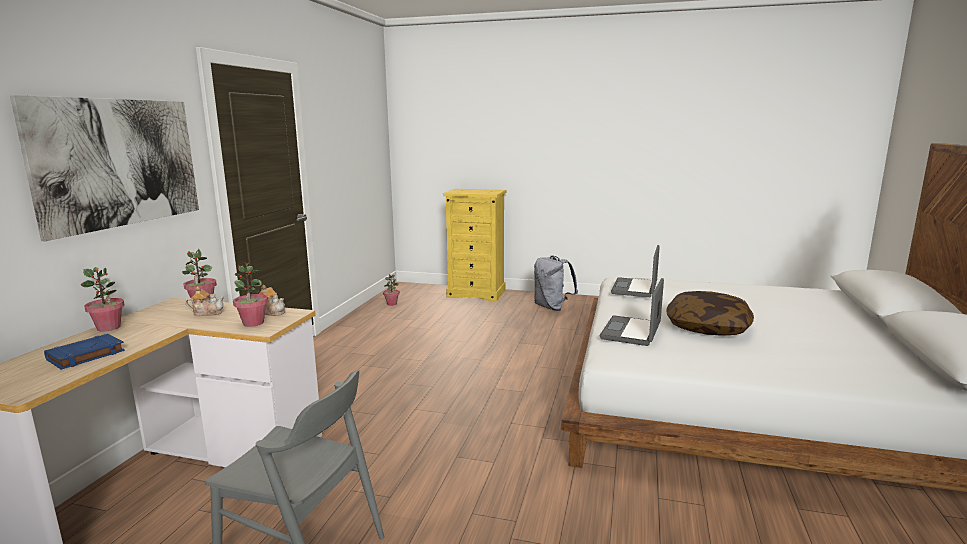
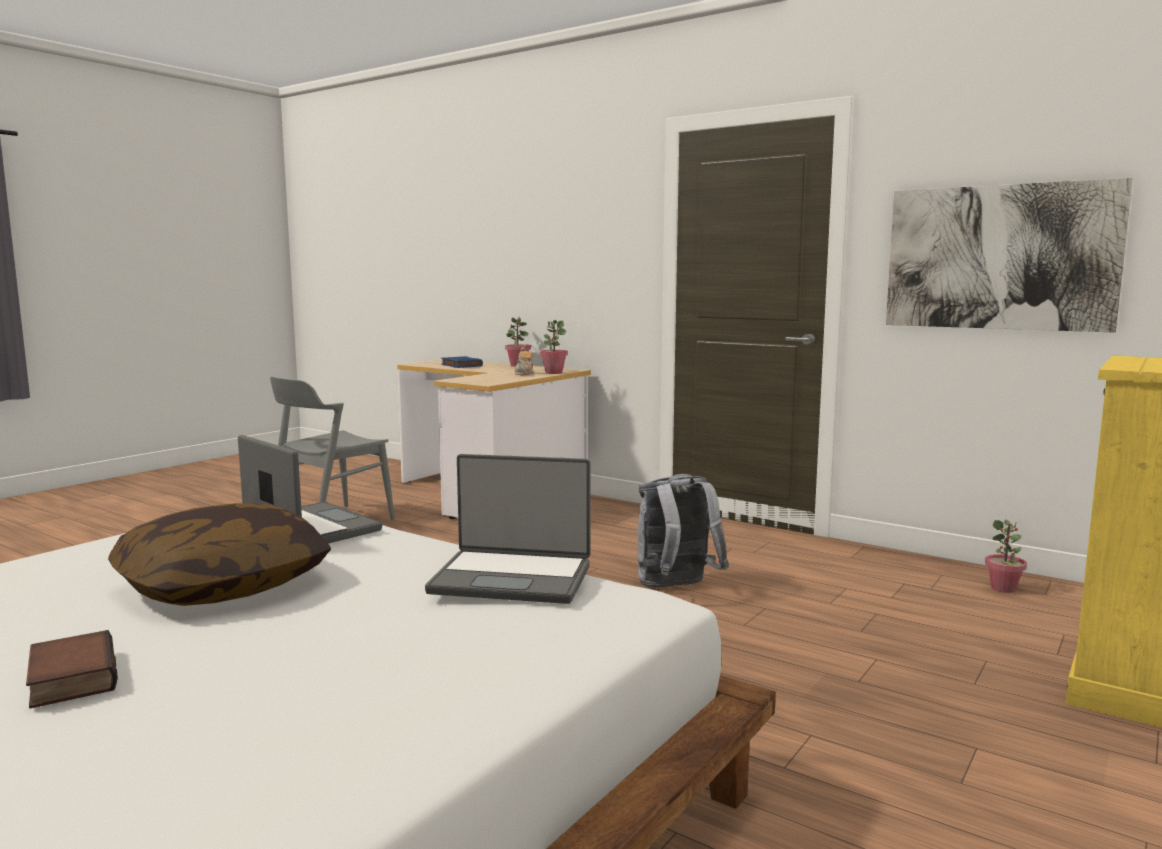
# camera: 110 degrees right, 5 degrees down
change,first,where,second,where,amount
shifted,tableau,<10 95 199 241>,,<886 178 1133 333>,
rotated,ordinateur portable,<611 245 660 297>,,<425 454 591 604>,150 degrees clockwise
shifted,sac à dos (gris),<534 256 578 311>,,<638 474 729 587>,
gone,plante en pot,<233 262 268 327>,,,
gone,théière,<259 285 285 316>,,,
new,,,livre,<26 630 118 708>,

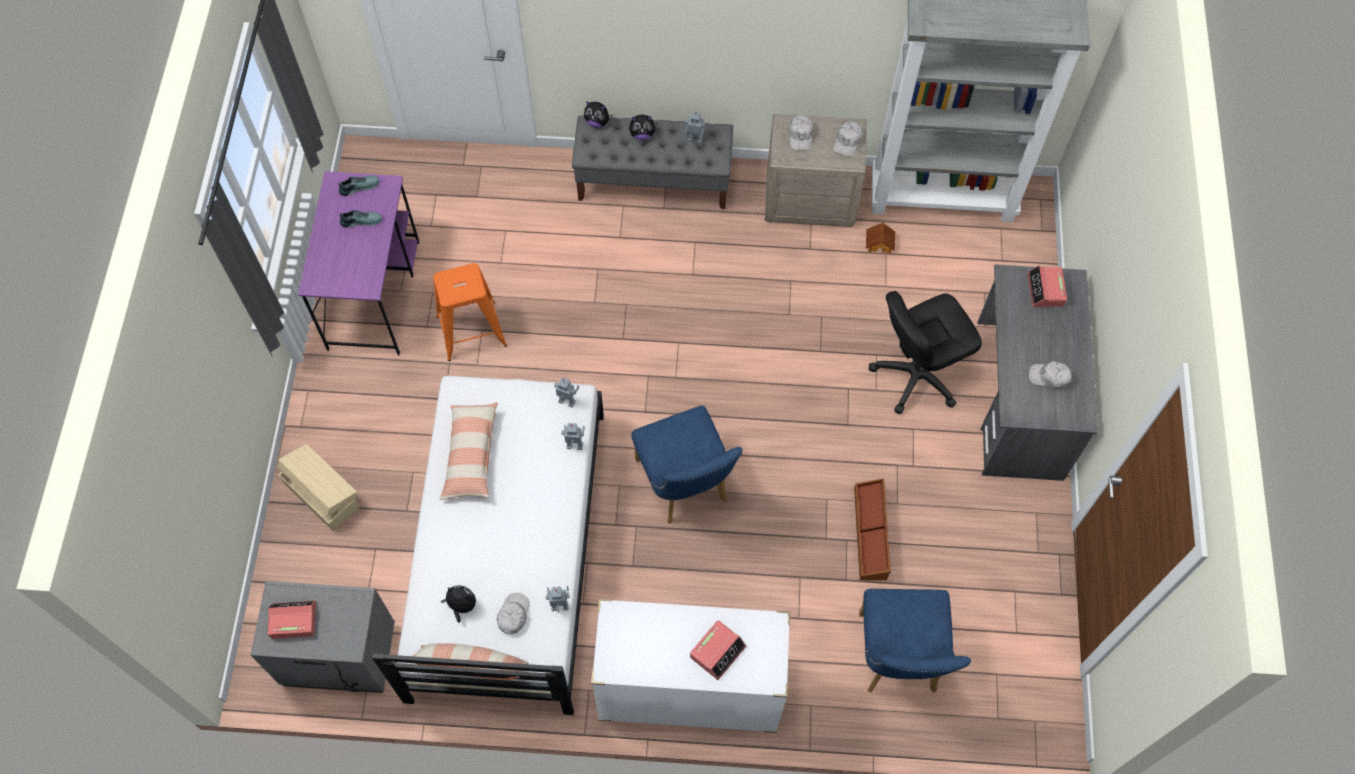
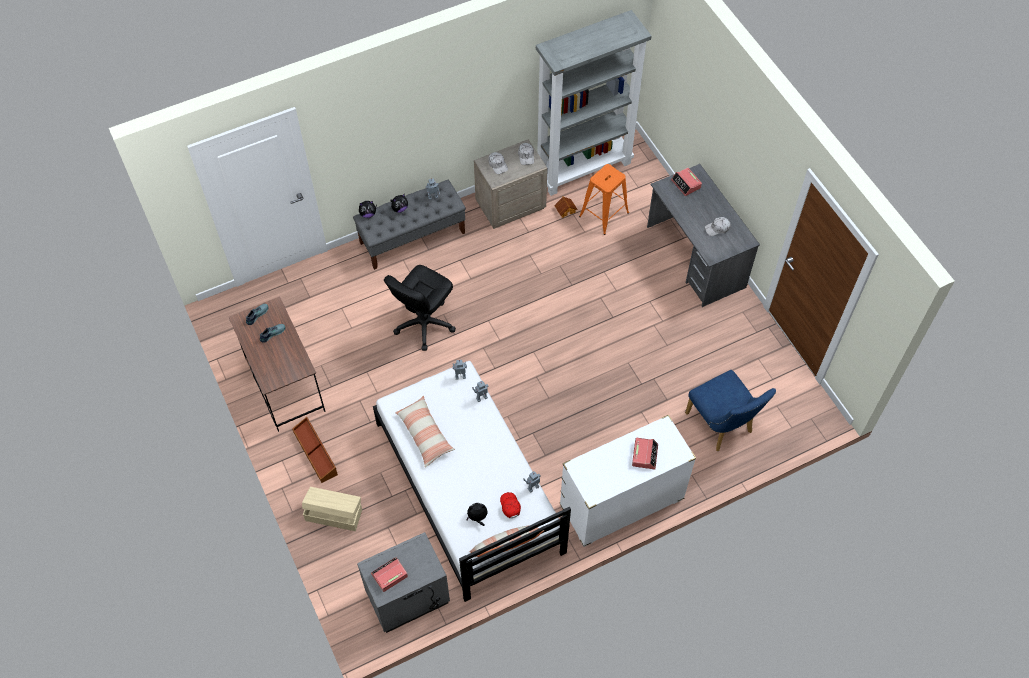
# camera: 30 degrees left, 5 degrees down
change,first,where,second,where,amount
repainted,bureau (violet),<298 171 419 355>,bureau (marron),<229 296 326 432>,
shifted,tabouret (orange),<433 263 507 361>,,<579 164 629 235>,
shifted,chaise de bureau (noir),<869 291 982 414>,,<384 265 456 351>,
gone,chaise (bleu),<631 406 742 523>,,,
shifted,boîte de rangement (marron),<854 478 891 580>,,<292 417 338 483>,
repainted,casquette (blanc),<497 593 530 634>,casquette (rouge),<500 492 521 518>,

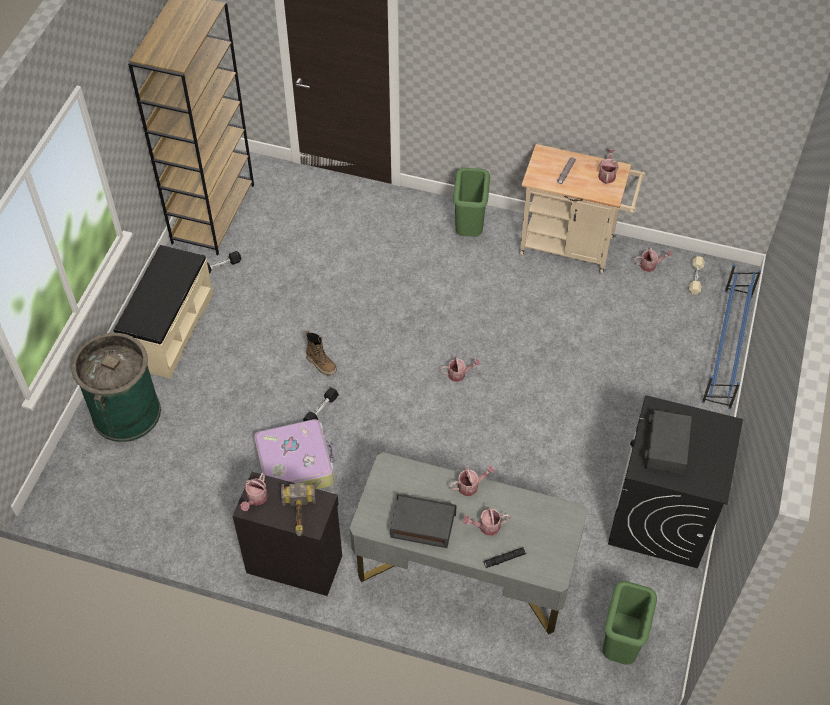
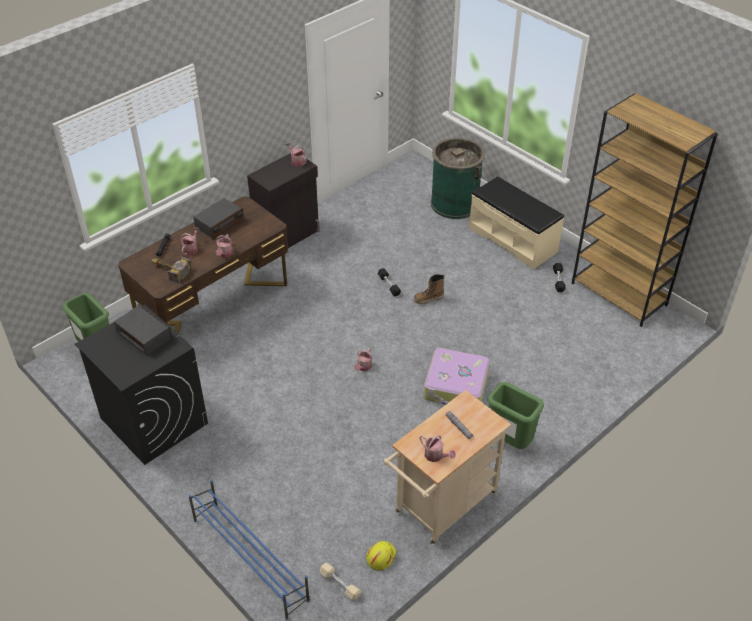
# camera: 120 degrees right, 10 degrees down
change,first,where,second,where,amount
swapped,arrosoir,<634 247 672 272>,casque de chantier (jaune),<366 541 397 571>,
shifted,valise,<254 419 335 489>,,<424 348 490 405>,
repainted,bureau (gris),<349 452 588 635>,bureau (marron),<118 196 288 334>,
shifted,marteau,<281 482 316 536>,,<151 257 193 283>,

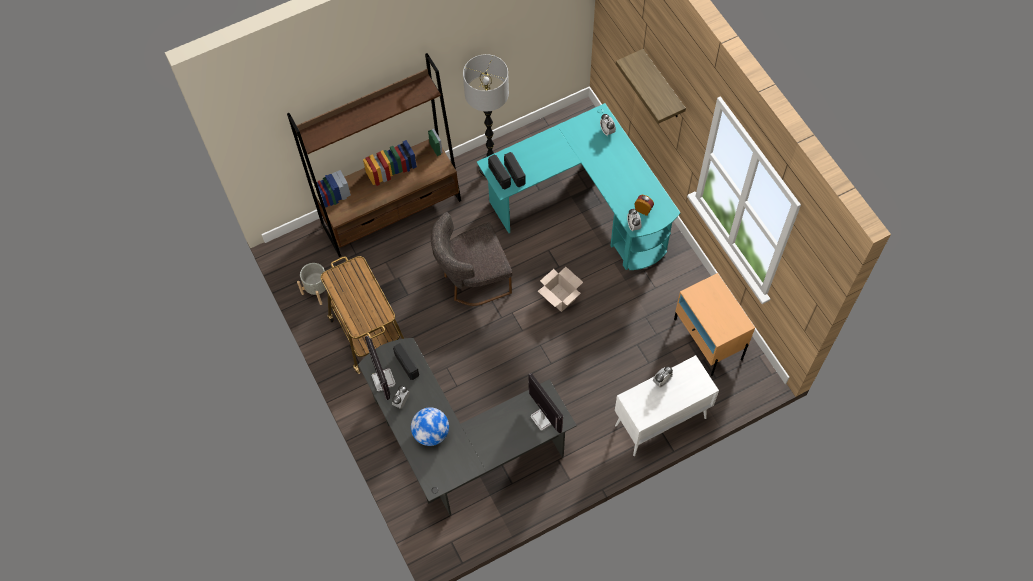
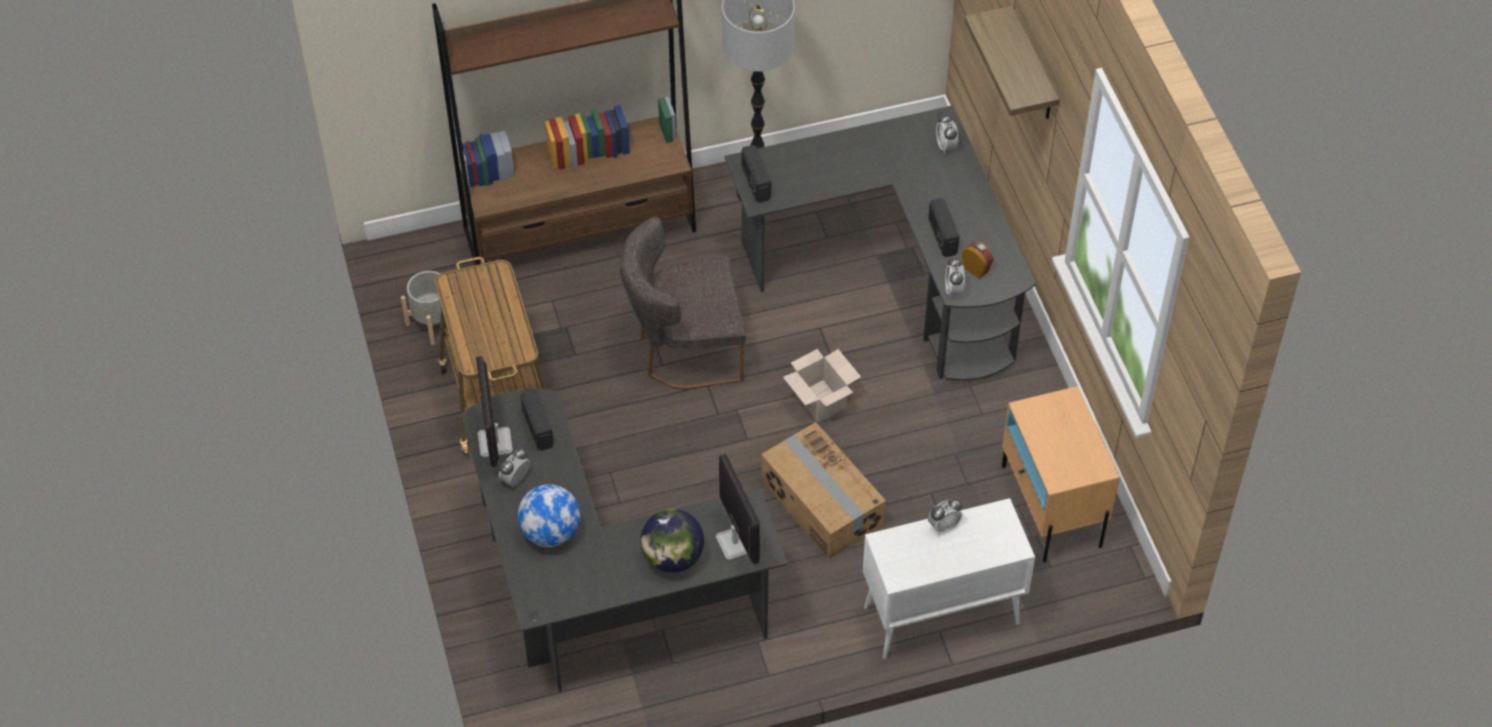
# camera: 10 degrees right, 10 degrees down
change,first,where,second,where,amount
repainted,bureau (turquoise),<477 103 681 270>,bureau (noir),<725 105 1036 381>,
shifted,radio,<504 152 526 187>,,<928 198 959 257>,
new,,,carton,<761 422 886 559>,
new,,,globe,<640 509 704 573>,

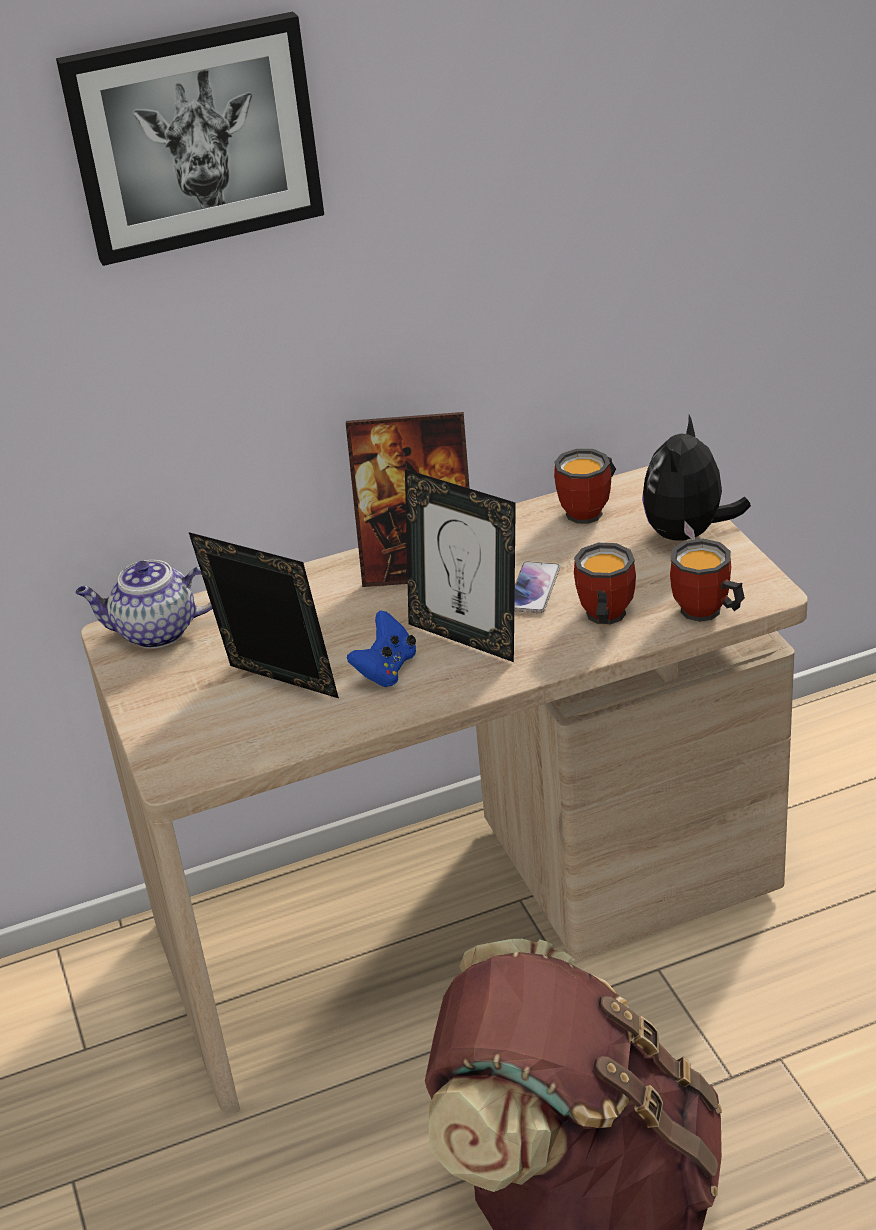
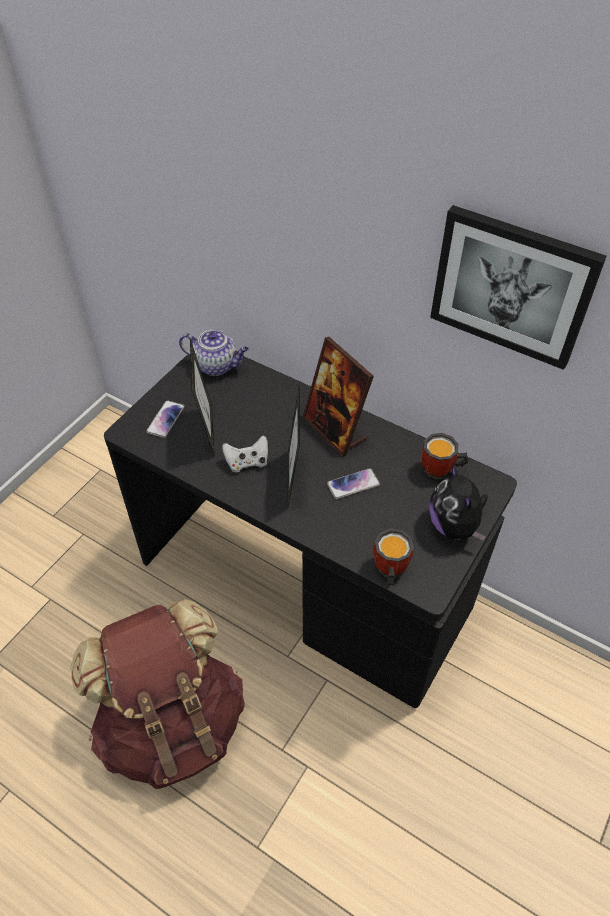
# camera: 50 degrees right, 15 degrees up
change,first,where,second,where,amount
shifted,tableau,<56 12 324 266>,,<430 205 606 370>,
rotated,peluche,<642 415 751 541>,,<429 464 488 541>,90 degrees counterclockwise
repainted,bureau (beige),<81 466 808 1114>,bureau (noir),<104 354 517 708>,
gone,mug,<574 543 636 625>,,,
rotated,théière,<75 560 212 649>,,<179 330 249 376>,150 degrees clockwise
repainted,manette (bleu),<347 610 416 687>,manette (blanc),<222 435 268 472>,
new,,,téléphone,<146 400 185 438>,

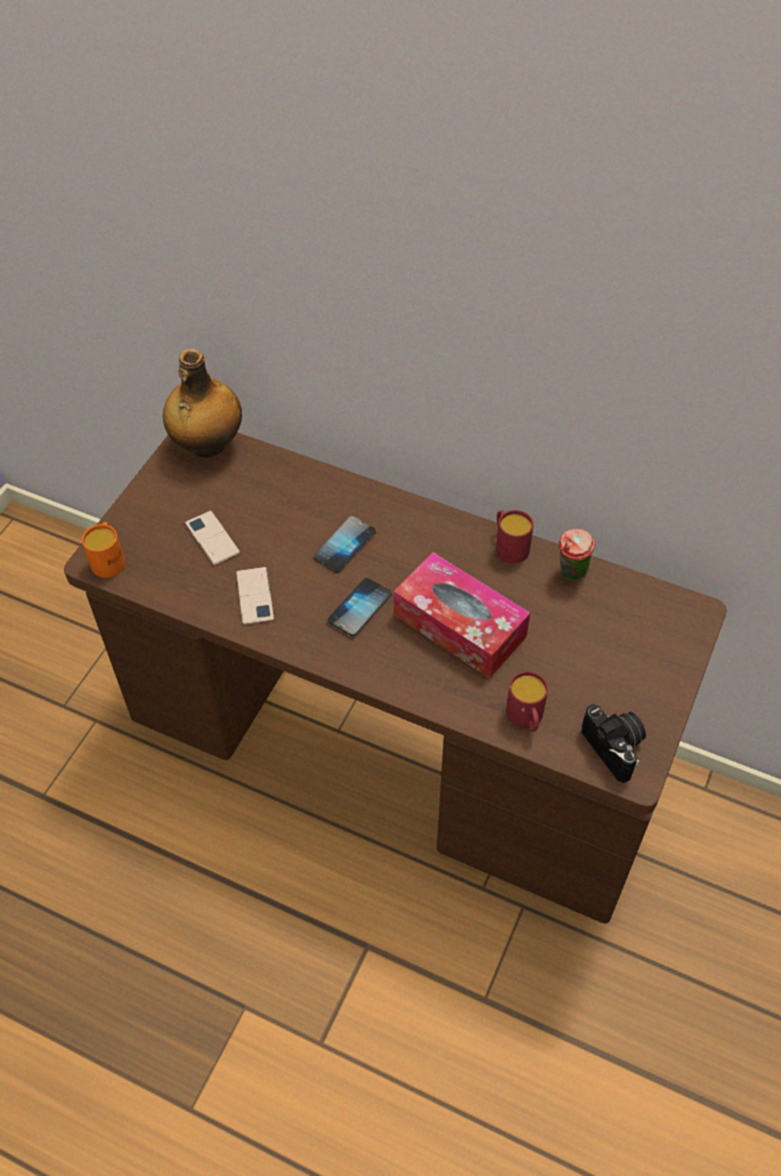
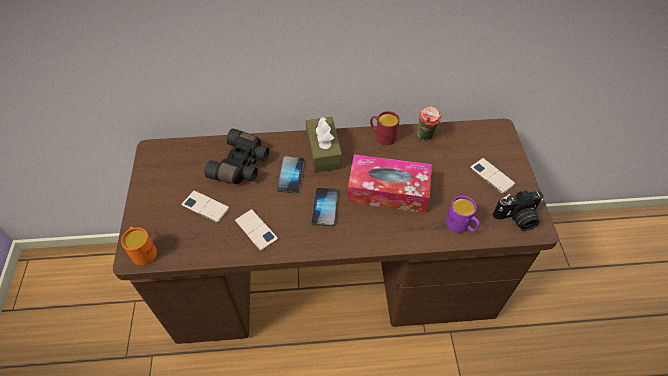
# camera: 30 degrees left, 0 degrees up
change,first,where,second,where,amount
gone,bouteille,<163 349 242 458>,,,
repainted,mug (rouge),<506 671 548 732>,mug (violet),<446 196 480 233>,
rotated,appareil photo,<582 704 646 783>,,<493 190 544 231>,135 degrees clockwise
new,,,boîte à mouchoirs (marron),<306 116 342 173>,
new,,,jumelles (noir),<205 128 269 184>,
new,,,téléphone,<470 158 516 194>,

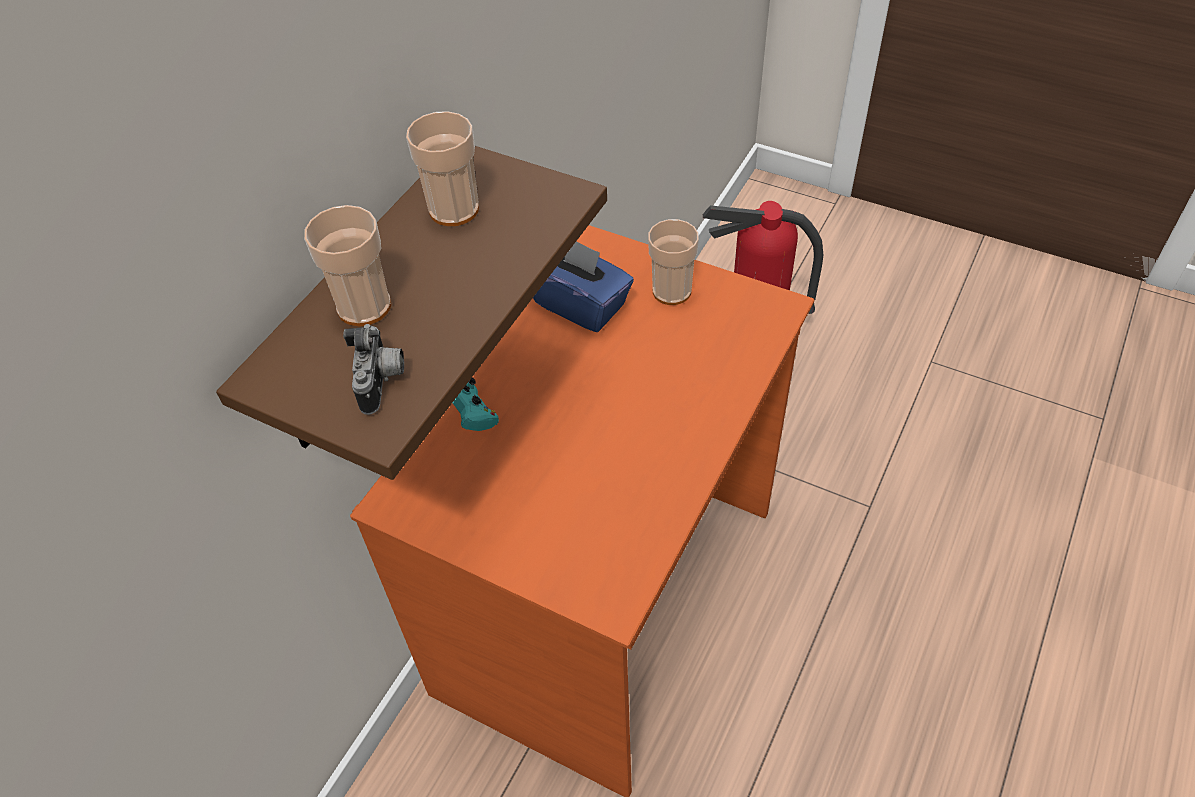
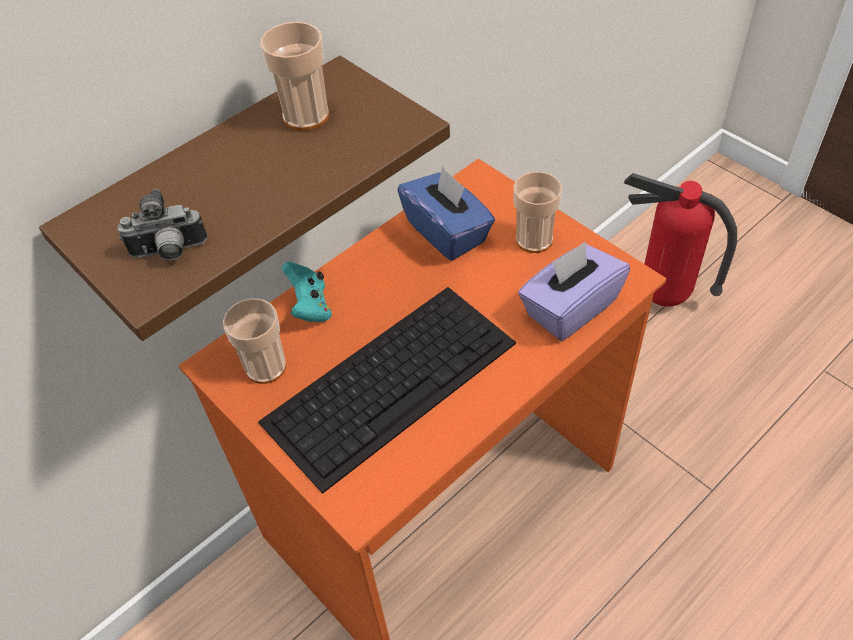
# camera: 20 degrees right, 0 degrees up
change,first,where,second,where,amount
shifted,tasse,<304 205 391 326>,,<223 298 286 384>,
rotated,appareil photo,<343 324 404 415>,,<117 189 208 260>,60 degrees clockwise
new,,,boîte à mouchoirs (violet),<518 242 630 341>,
new,,,clavier,<258 287 516 494>,

